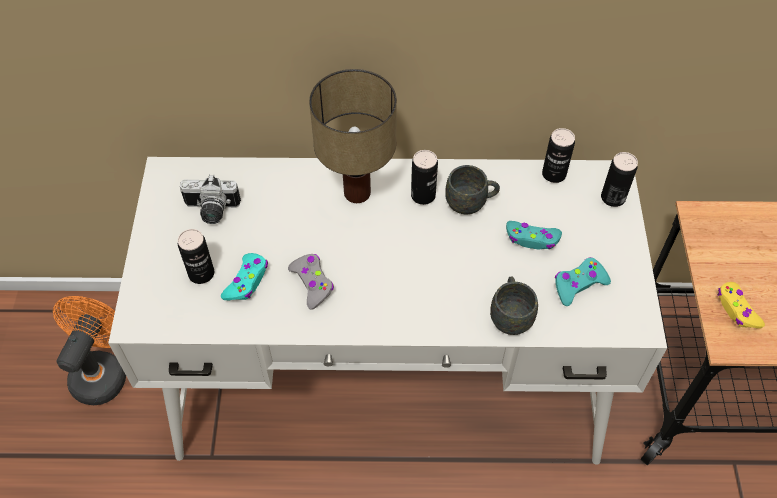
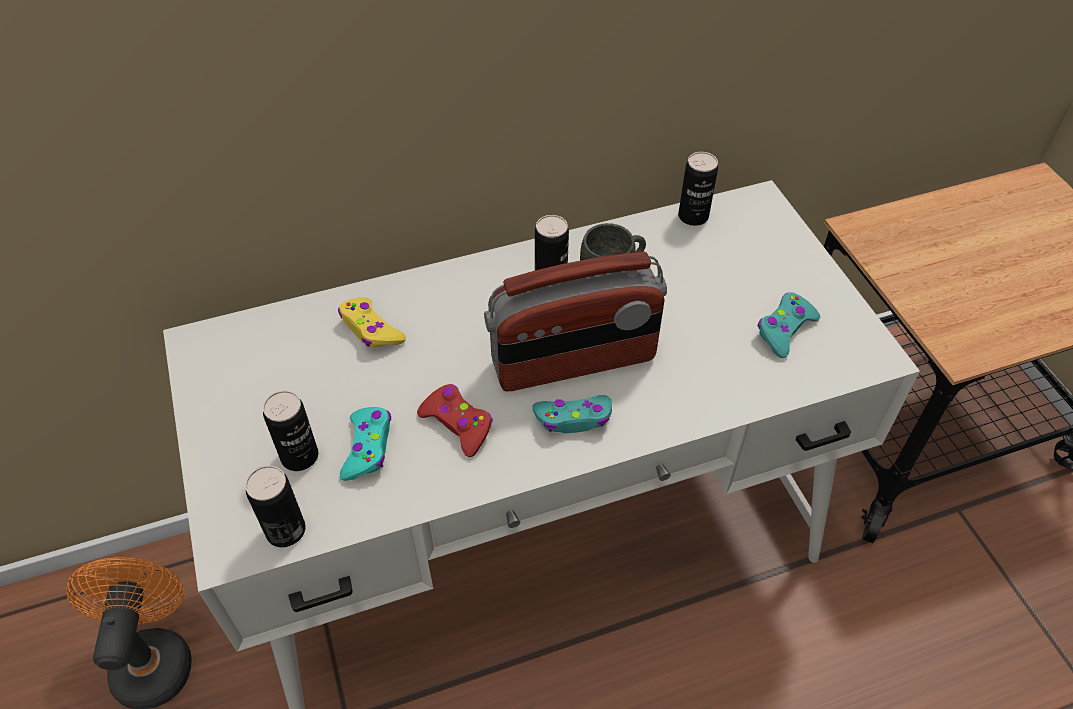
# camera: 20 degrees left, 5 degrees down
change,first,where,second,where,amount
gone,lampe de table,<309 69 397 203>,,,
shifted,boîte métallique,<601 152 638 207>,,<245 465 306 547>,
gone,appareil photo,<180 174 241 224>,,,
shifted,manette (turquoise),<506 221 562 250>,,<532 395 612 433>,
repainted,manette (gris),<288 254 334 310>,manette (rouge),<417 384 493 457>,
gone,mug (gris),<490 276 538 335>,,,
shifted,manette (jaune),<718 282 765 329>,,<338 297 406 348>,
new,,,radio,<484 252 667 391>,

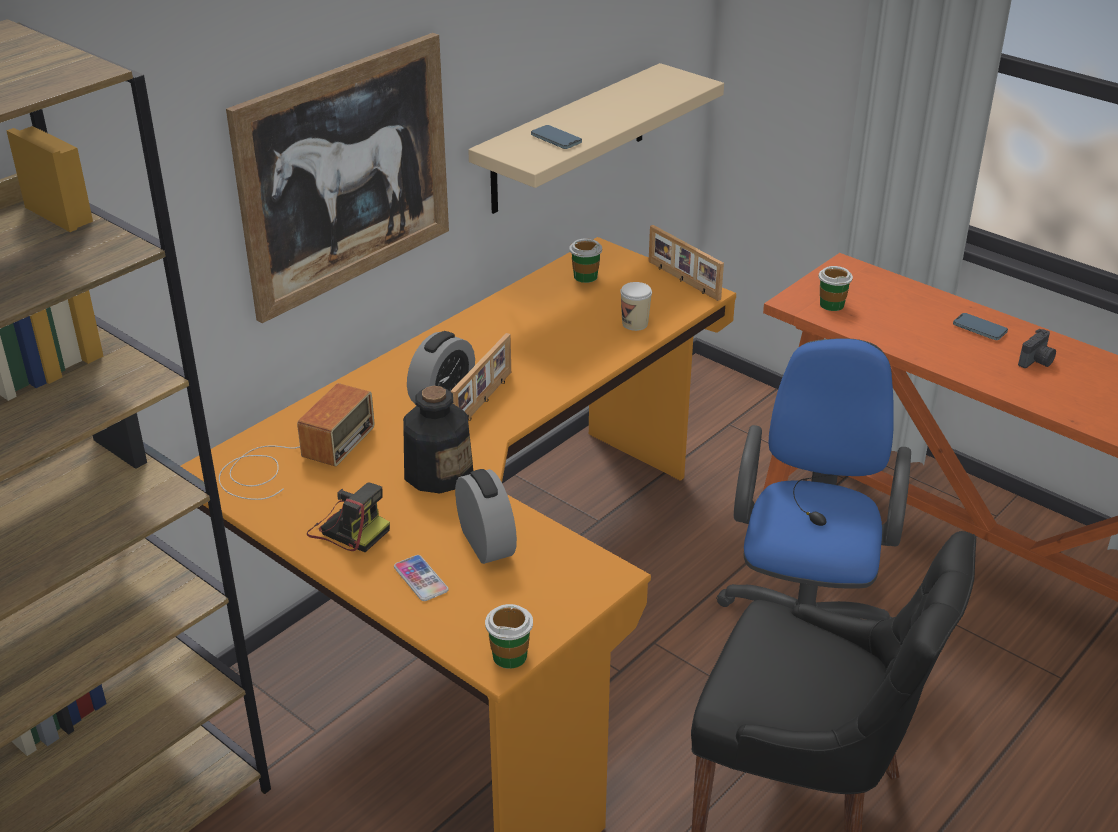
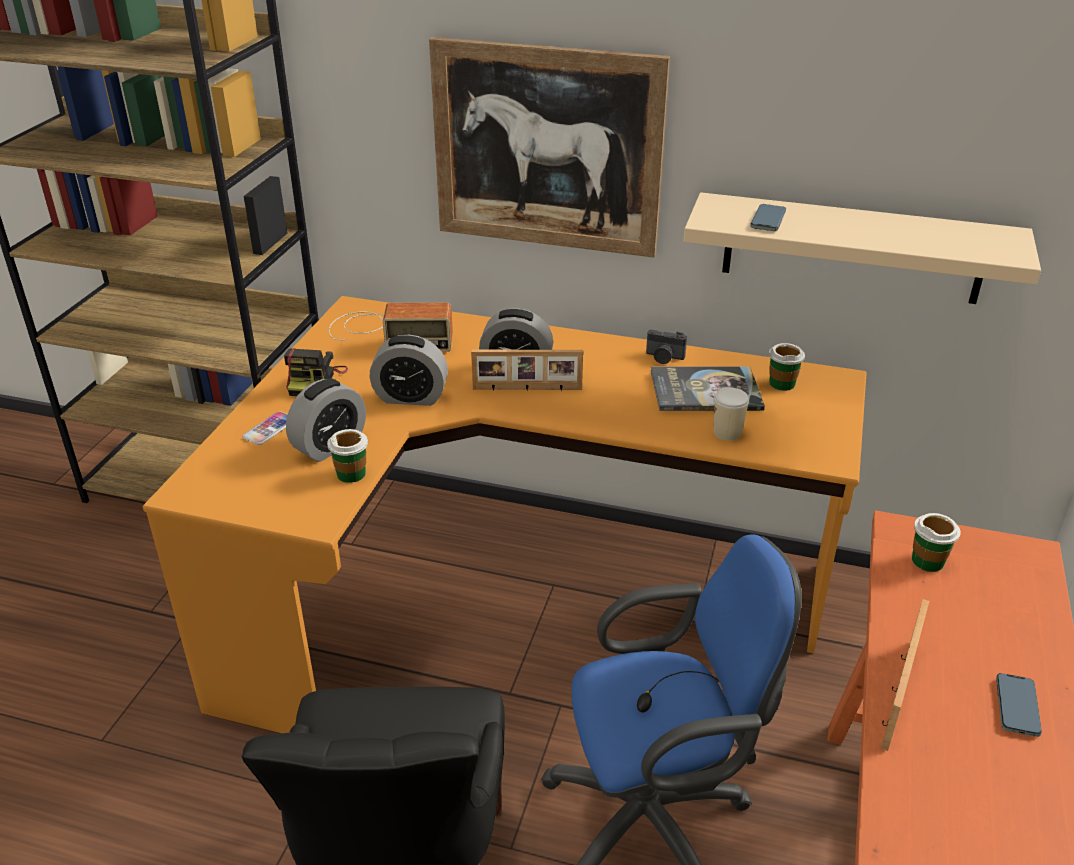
# camera: 65 degrees right, 0 degrees up
change,first,where,second,where,amount
shifted,cadre photo,<649 225 724 301>,,<881 599 929 751>,
shifted,appareil photo,<1018 329 1056 368>,,<646 330 687 364>,
swapped,bouteille,<403 386 473 493>,réveil,<370 335 448 406>,
shifted,tasse,<485 604 533 669>,,<327 429 368 483>,
new,,,livre,<651 366 765 411>,

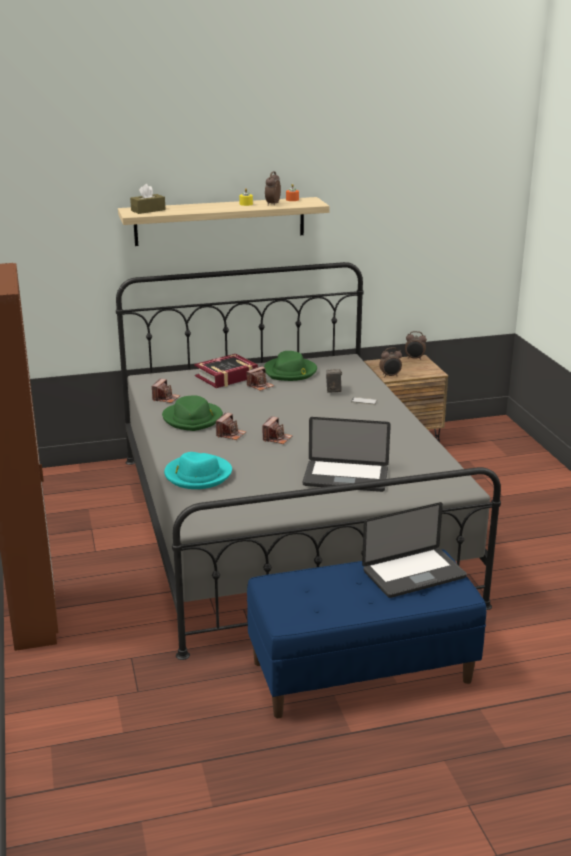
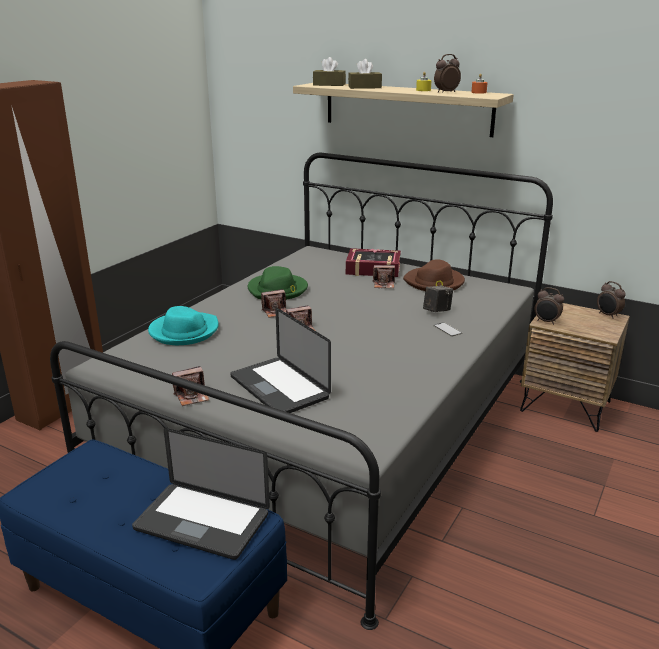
# camera: 45 degrees right, 0 degrees up
change,first,where,second,where,amount
repainted,chapeau (vert),<264 351 317 381>,chapeau (marron),<403 259 465 291>,
shifted,appareil photo,<152 379 180 403>,,<172 366 209 406>,
new,,,boîte à mouchoirs (marron),<348 59 382 89>,

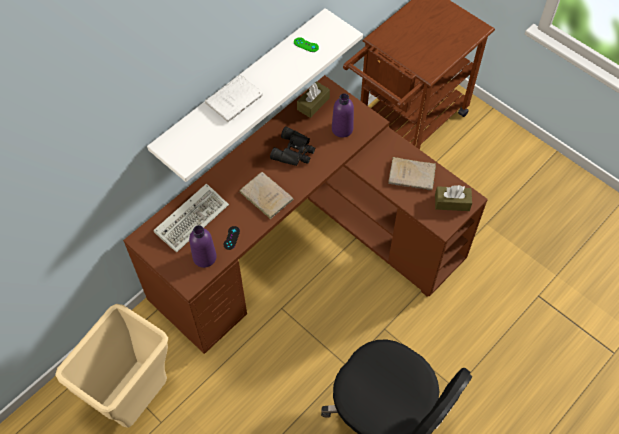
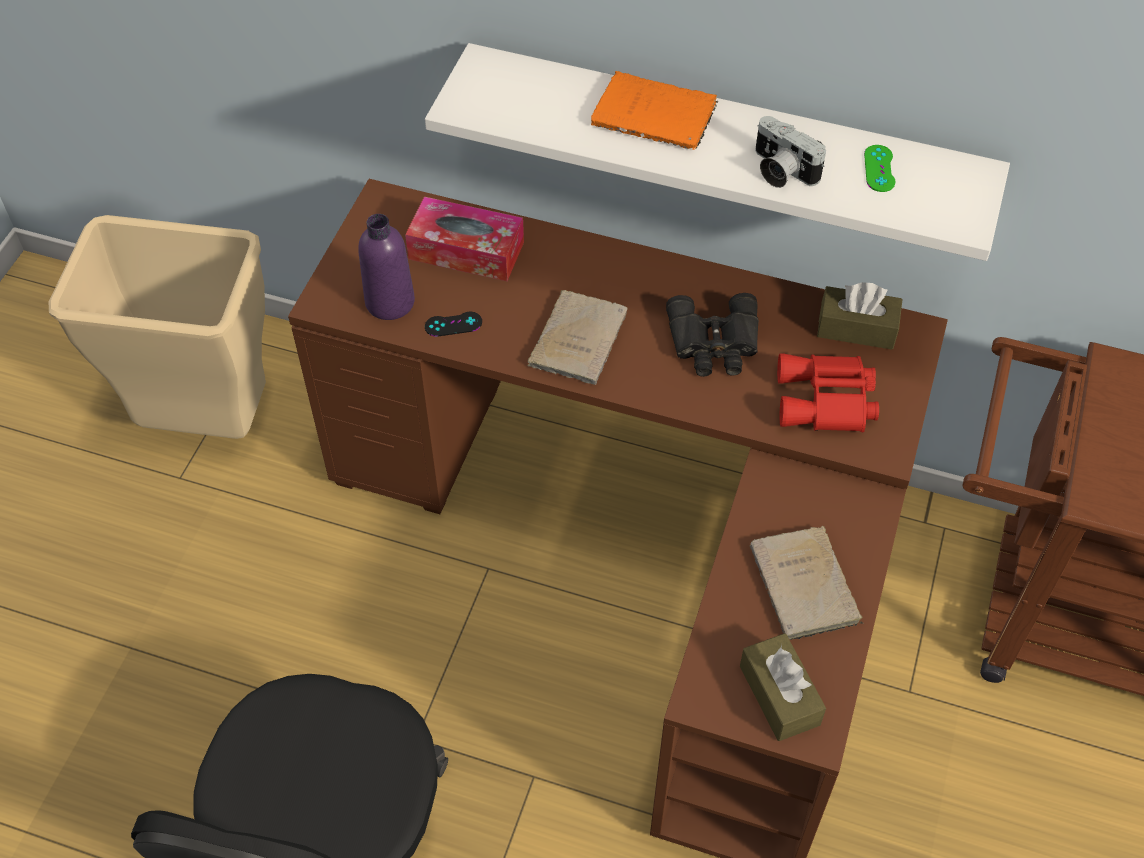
# camera: 65 degrees right, 5 degrees down
change,first,where,second,where,amount
repainted,livre (blanc),<204 75 263 122>,livre (orange),<591 71 718 150>,
swapped,bouteille (violet),<332 93 354 138>,jumelles (rouge),<777 353 879 432>,
swapped,clavier,<154 183 229 252>,boîte à mouchoirs,<405 197 524 281>,
new,,,appareil photo,<755 116 826 188>,

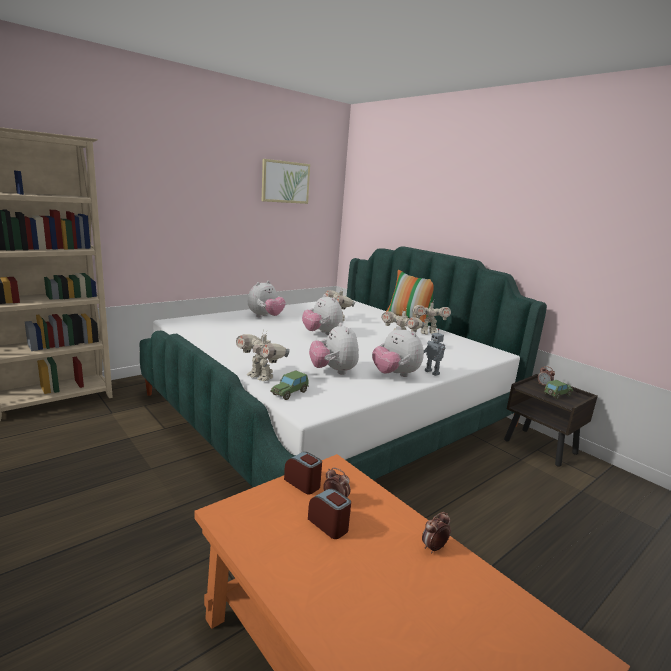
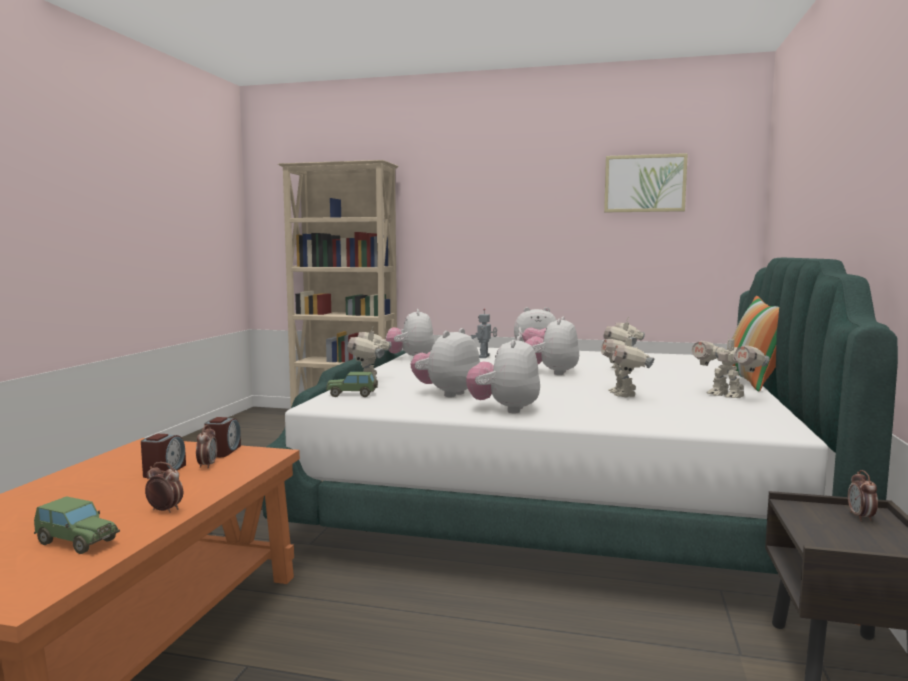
# camera: 55 degrees right, 10 degrees down
change,first,where,second,where,amount
shifted,robot jouet,<424 329 445 376>,,<471 309 497 358>,
shifted,petite voiture,<544 380 573 400>,,<34 496 120 554>,
new,,,peluche,<386 309 435 356>,

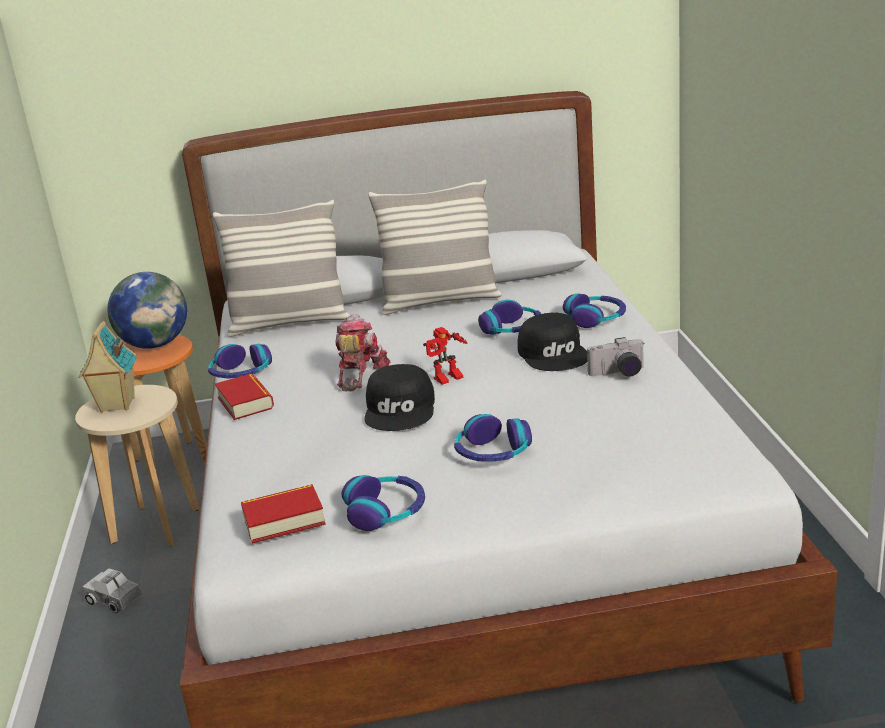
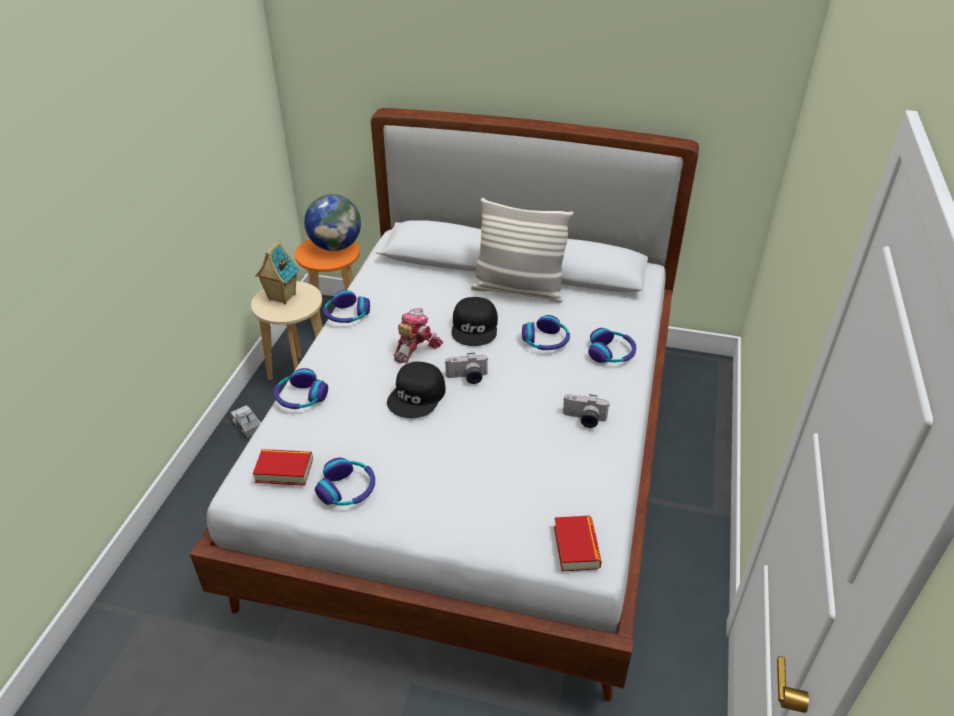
# camera: 20 degrees right, 15 degrees up
change,first,where,second,where,amount
gone,coussin,<213 200 350 337>,,,
shifted,casquette (noir),<517 312 587 371>,,<451 297 498 346>,
swapped,robot jouet,<423 327 468 385>,appareil photo,<445 353 489 384>,
shifted,livre,<215 374 274 420>,,<554 516 602 571>,
shifted,casque audio,<454 414 532 462>,,<274 368 328 409>,

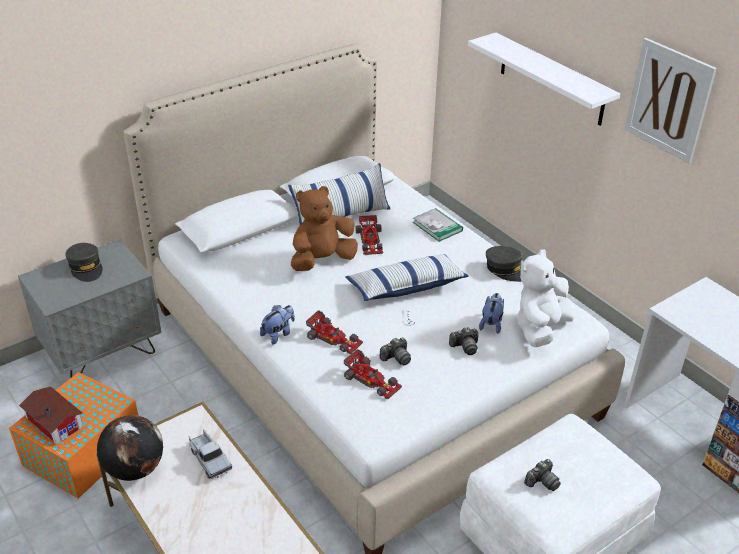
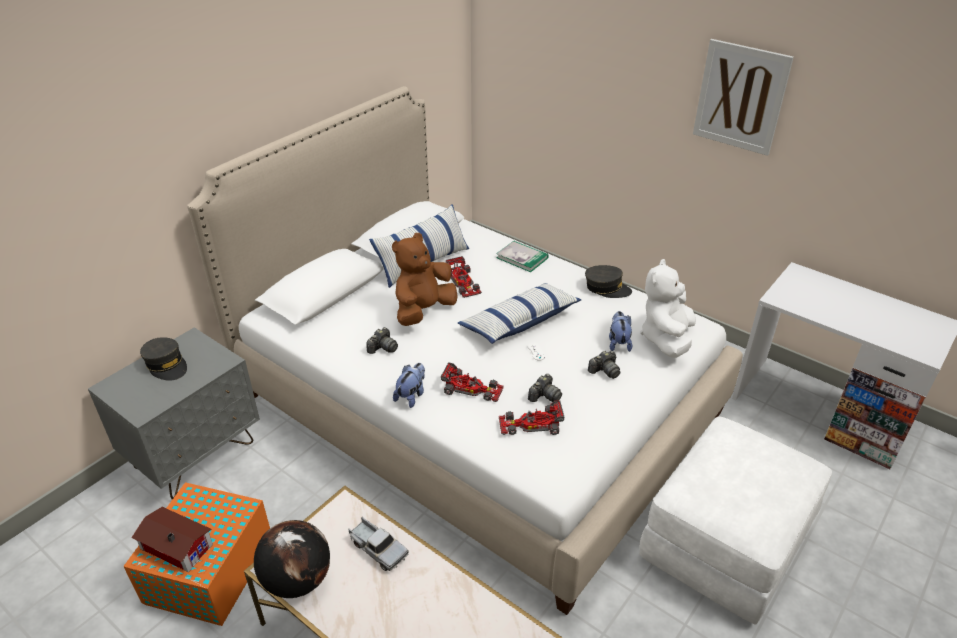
# camera: 15 degrees left, 0 degrees up
change,first,where,second,where,amount
gone,étagère (blanc),<468 33 620 126>,,,
rotated,petite voiture,<344 349 402 399>,,<499 400 564 435>,150 degrees clockwise
shifted,appareil photo,<524 459 561 491>,,<366 327 398 354>,

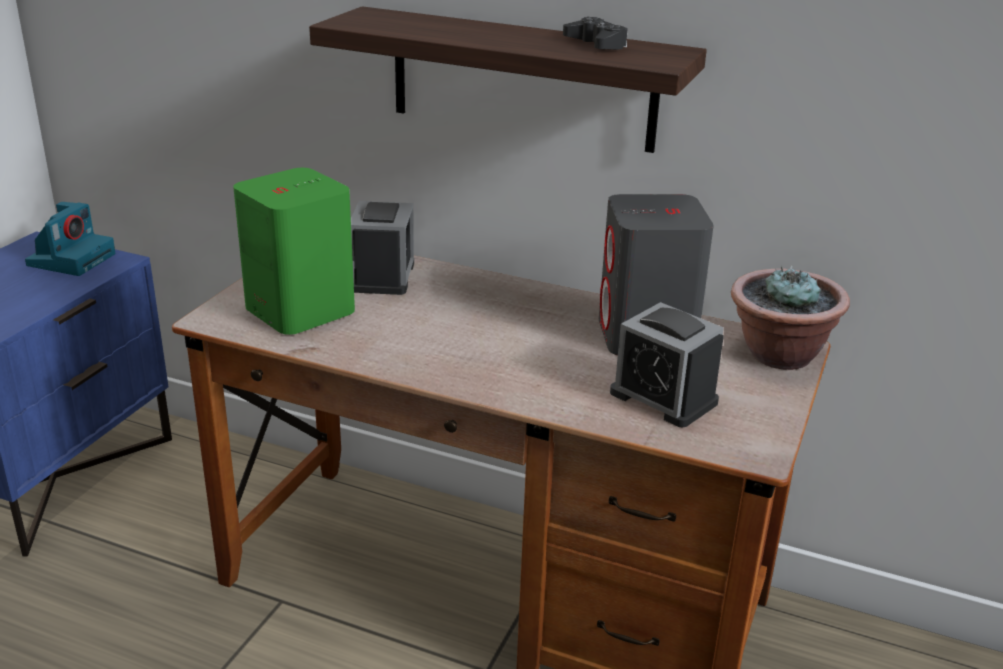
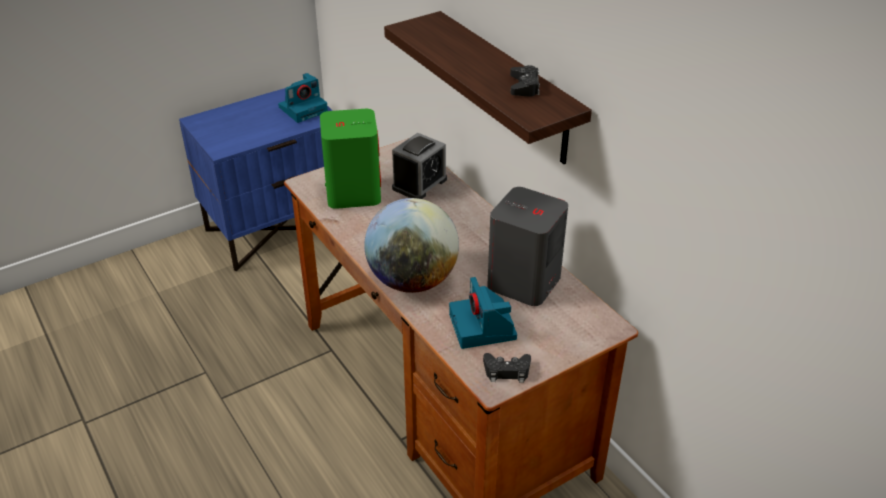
# camera: 35 degrees right, 10 degrees up
change,first,where,second,where,amount
gone,plante en pot,<731 265 850 370>,,,
swapped,réveil,<610 302 724 428>,appareil photo,<449 277 517 349>,
new,,,globe,<364 198 459 293>,
new,,,manette (noir),<483 353 531 383>,

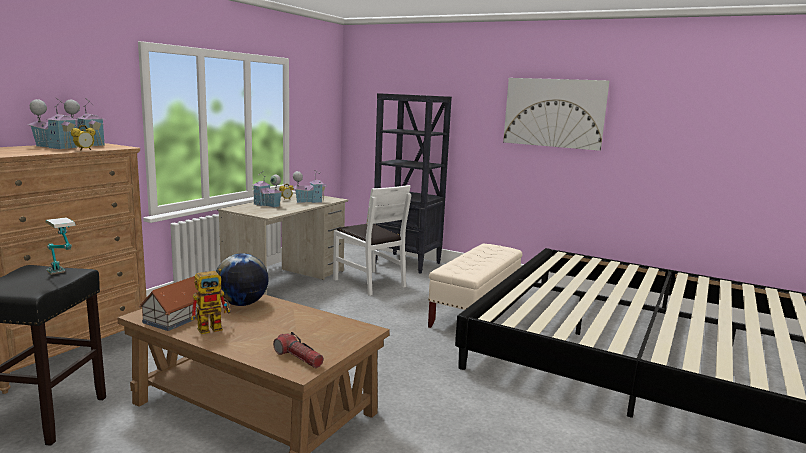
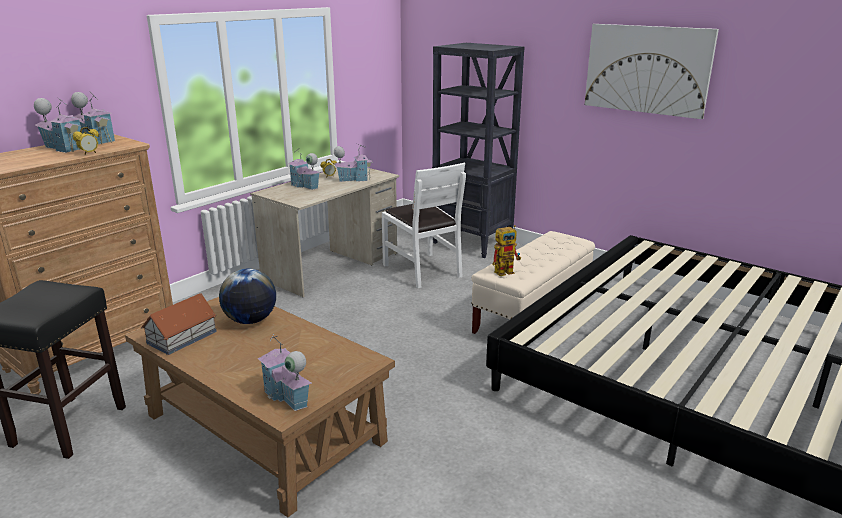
# camera: 10 degrees right, 10 degrees up
change,first,where,second,where,amount
gone,lampe de table,<46 217 76 275>,,,
shifted,robot jouet,<191 269 231 334>,,<492 225 521 276>,
swapped,lampe de poche,<273 332 324 368>,maison miniature,<257 336 312 411>,

